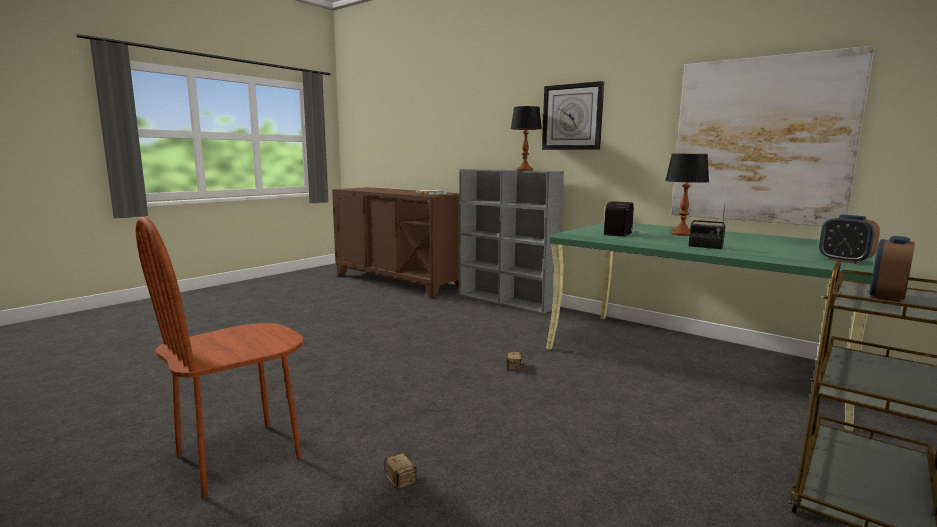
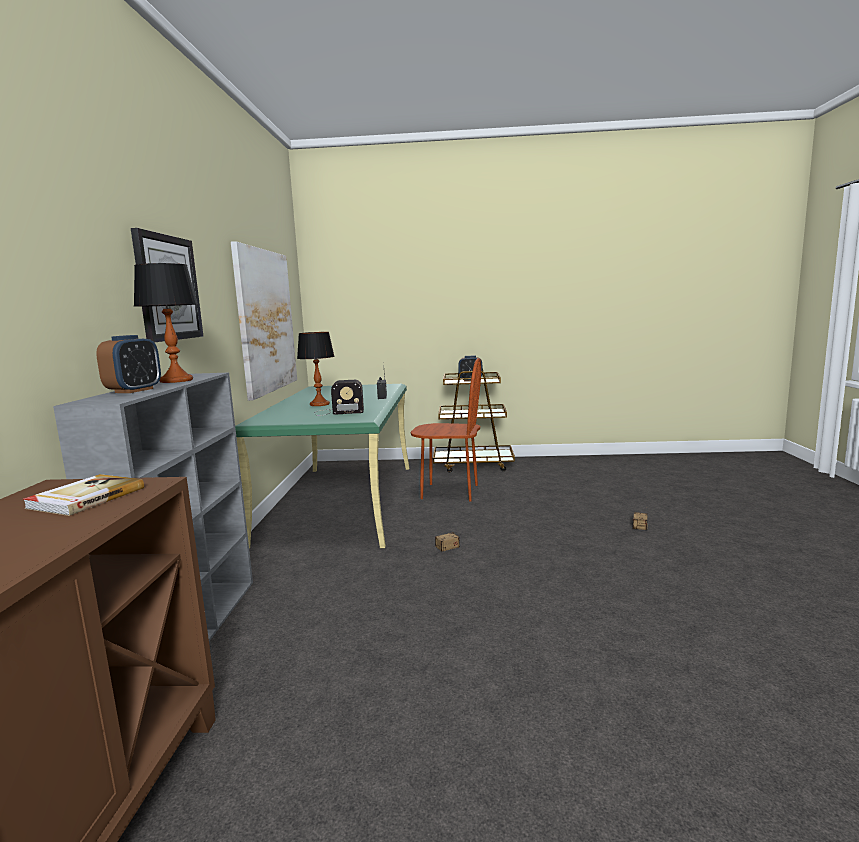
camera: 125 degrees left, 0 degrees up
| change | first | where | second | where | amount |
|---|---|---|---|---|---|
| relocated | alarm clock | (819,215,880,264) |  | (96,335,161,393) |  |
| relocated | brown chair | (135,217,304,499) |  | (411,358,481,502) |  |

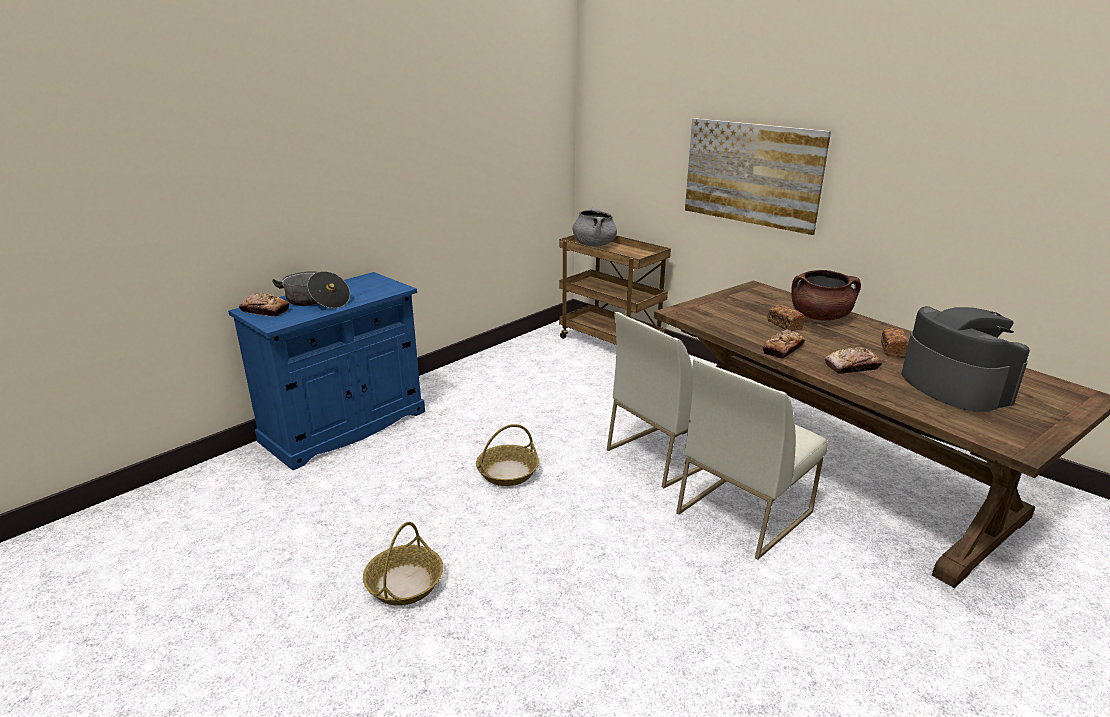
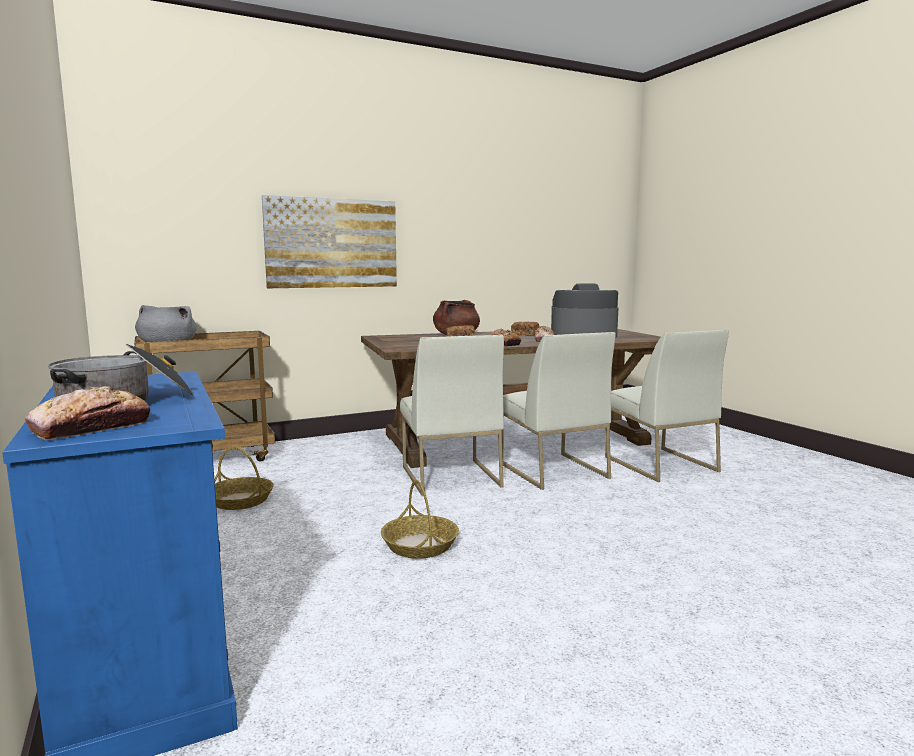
camera: 70 degrees left, 15 degrees down
| change | first | where | second | where | amount |
|---|---|---|---|---|---|
| relocated | basket | (363,522,443,606) |  | (214,446,274,510) |  |
| appeared |  |  | white chair | (605,330,729,482) |  |

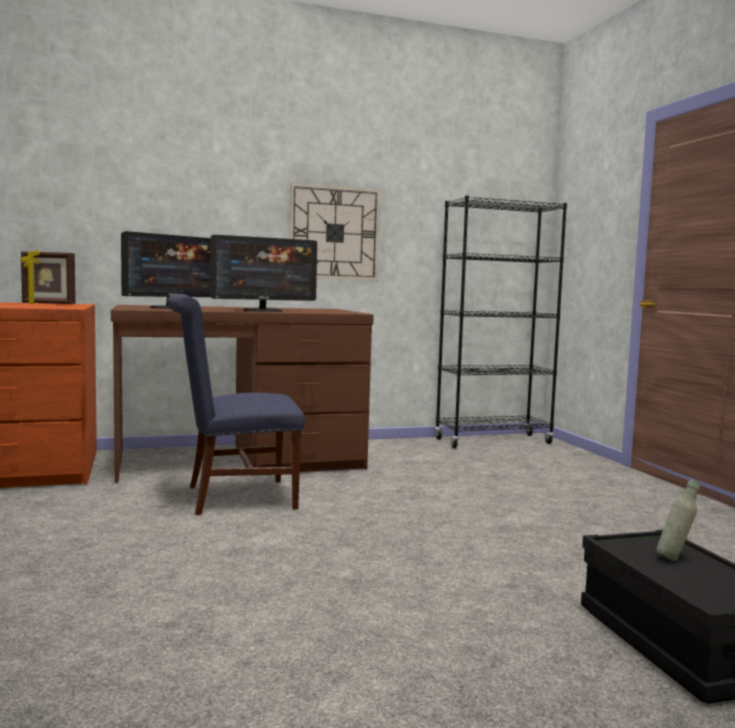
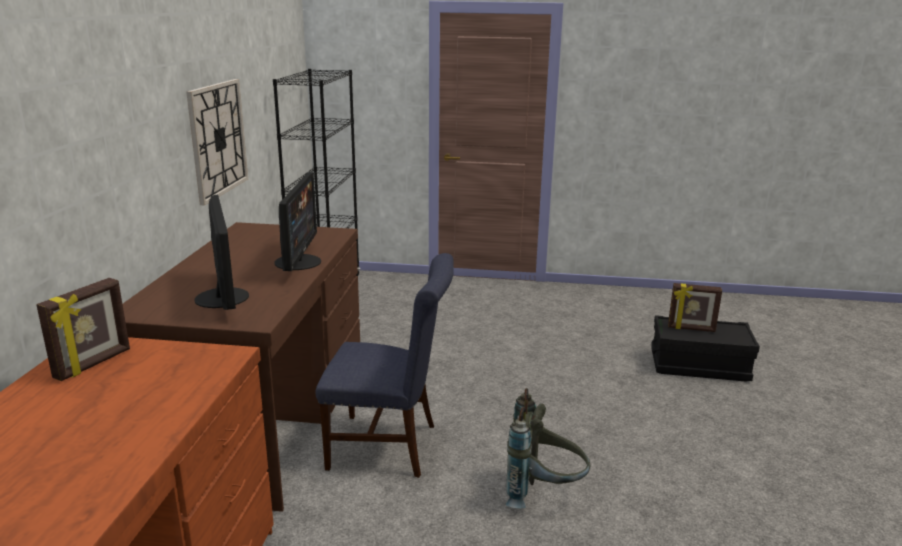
camera: 65 degrees left, 15 degrees up
| change | first | where | second | where | amount |
|---|---|---|---|---|---|
| spun | blue chair | (167,294,305,515) |  | (316,253,454,478) | 90 degrees counterclockwise |
| appeared |  |  | grey backpack | (505,388,591,508) |  |
| exchanged | grey bottle | (656,479,700,561) | picture frame | (668,283,722,332) |  |

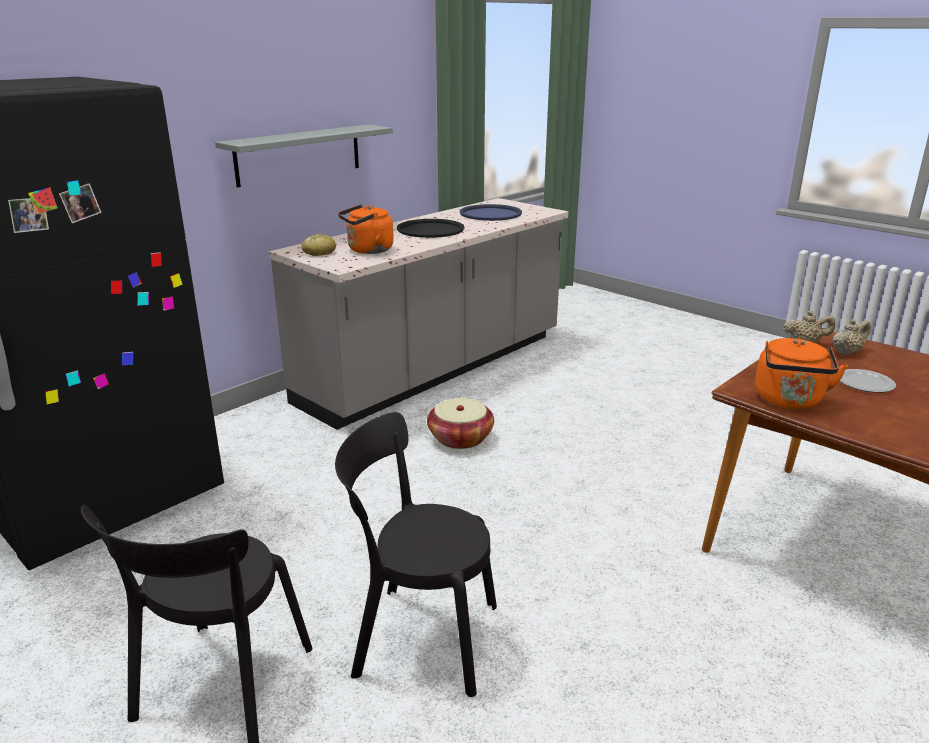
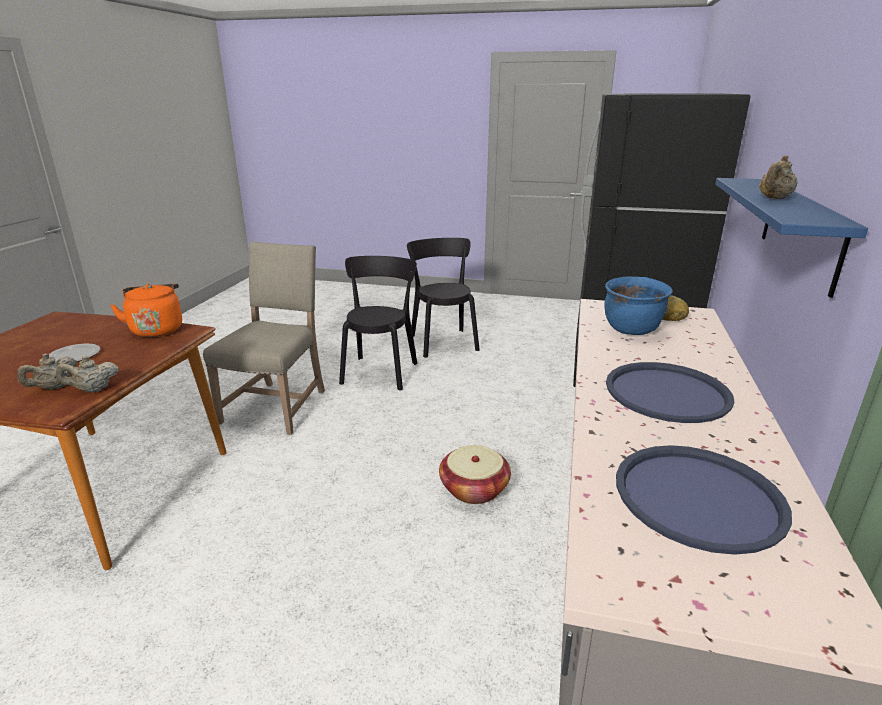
camera: 150 degrees right, 0 degrees up
| change | first | where | second | where | amount |
|---|---|---|---|---|---|
| appeared |  |  | beige chair | (203,241,325,435) |  |
| spun | black chair | (335,412,497,697) |  | (339,256,417,391) | 60 degrees counterclockwise |
| exchanged | orange kettle | (338,205,394,254) | blue cooking pot | (605,276,673,335) |  |
| colour | black tray | (397,219,464,238) | blue tray | (606,362,734,423) |  |
| colour | grey shelf | (215,125,393,188) | blue shelf | (715,178,868,298) |  |
| appeared |  |  | beige teapot | (759,155,798,199) |  |

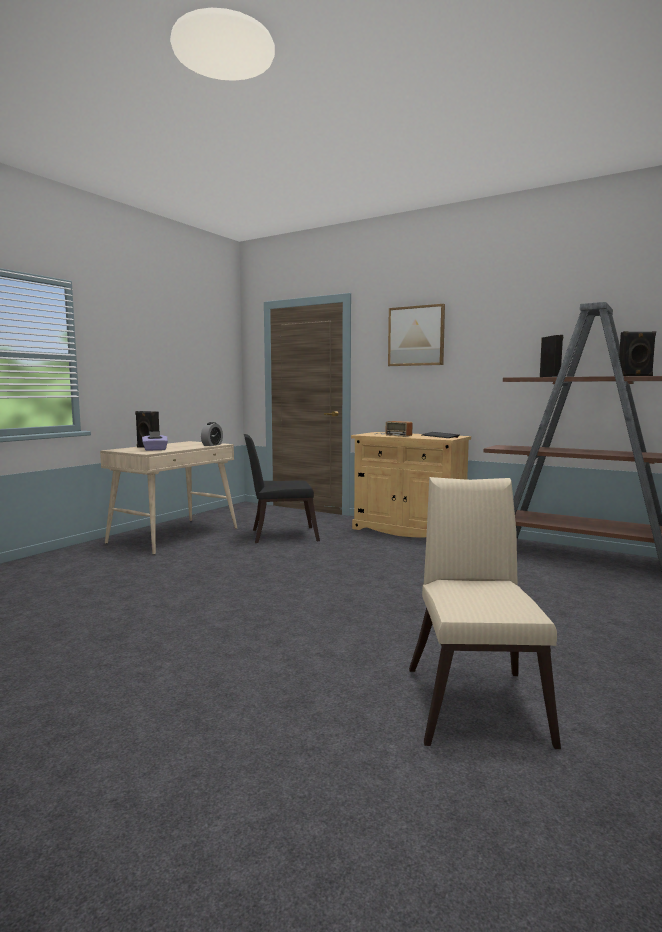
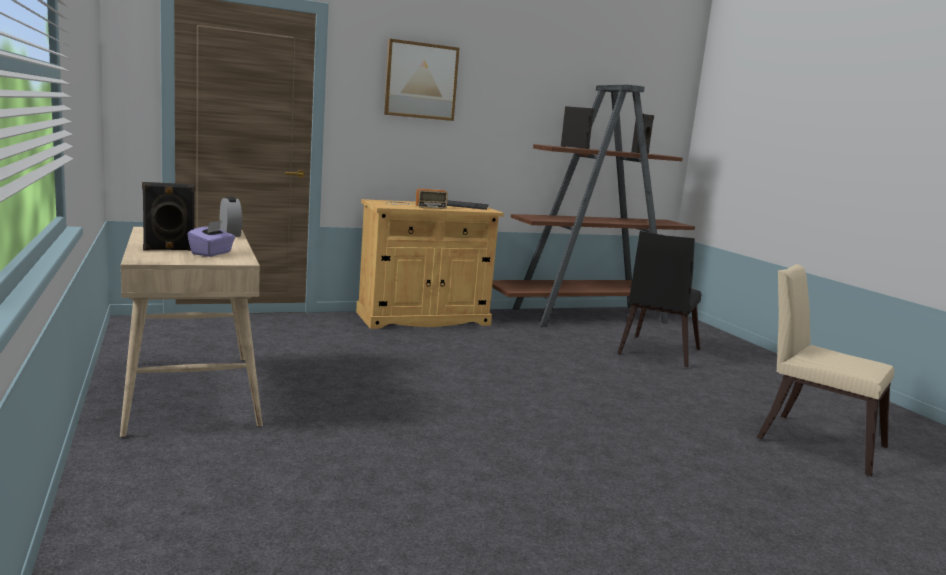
camera: 55 degrees left, 5 degrees up
| change | first | where | second | where | amount |
|---|---|---|---|---|---|
| relocated | black chair | (244,434,320,543) |  | (617,231,701,367) |  |

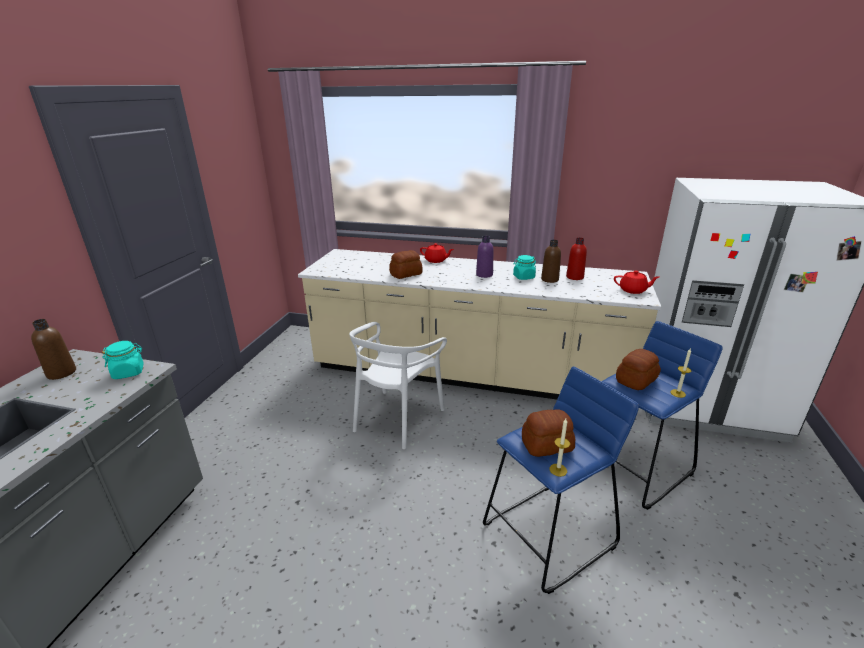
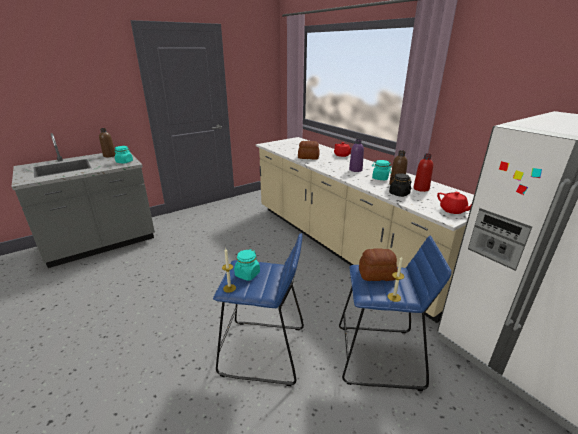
camera: 40 degrees right, 0 degrees up
| change | first | where | second | where | amount |
|---|---|---|---|---|---|
| exchanged | bread | (522,409,575,457) | turquoise jar | (234,249,260,281) |  |
| appeared |  |  | black jar | (389,173,412,197) |  |
| missing | white chair | (349,322,447,449) |  |  |  |

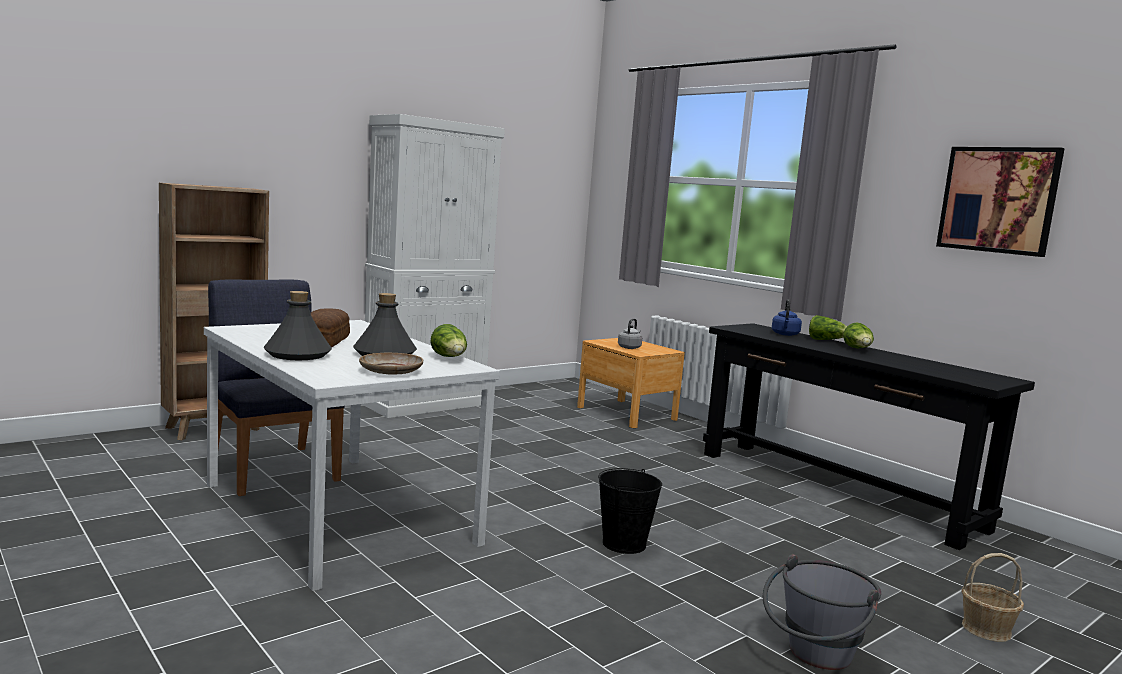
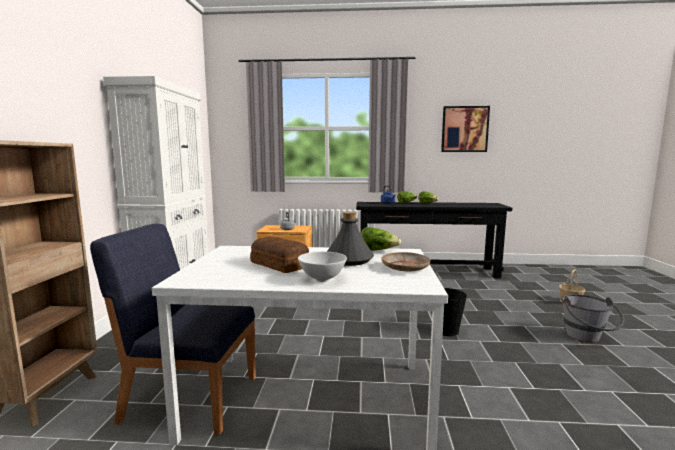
camera: 45 degrees left, 0 degrees up
| change | first | where | second | where | amount |
|---|---|---|---|---|---|
| exchanged | grey bottle | (263,291,332,360) | white bowl | (298,252,347,282) |  |

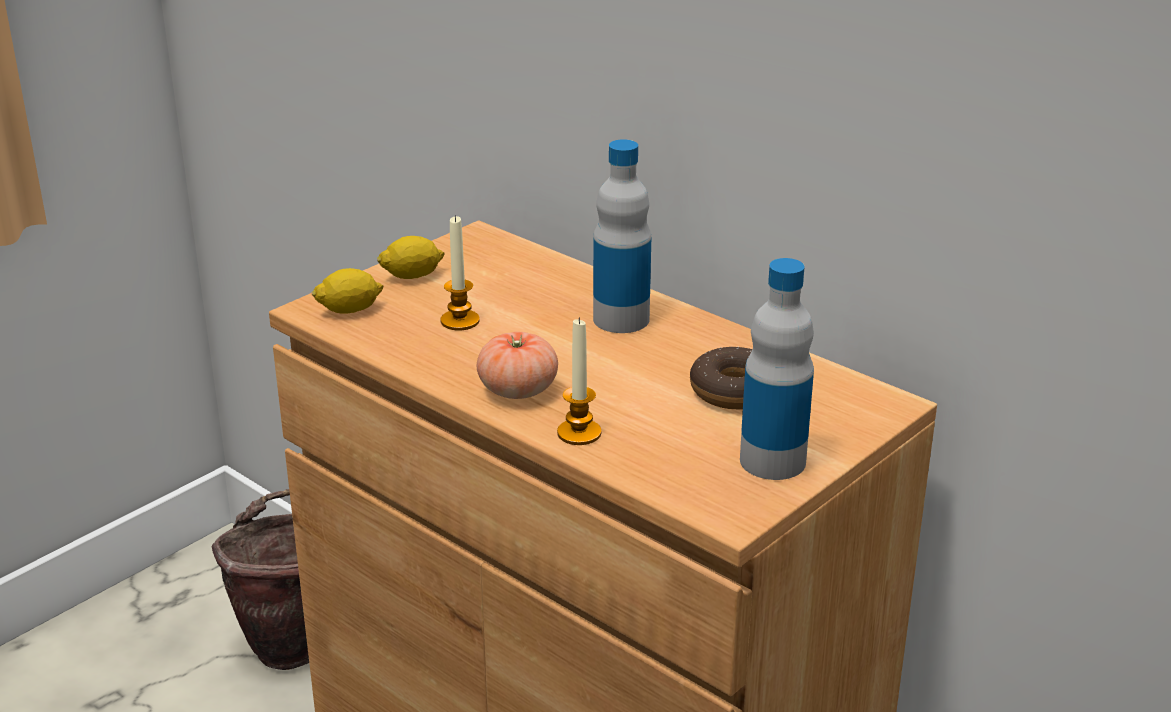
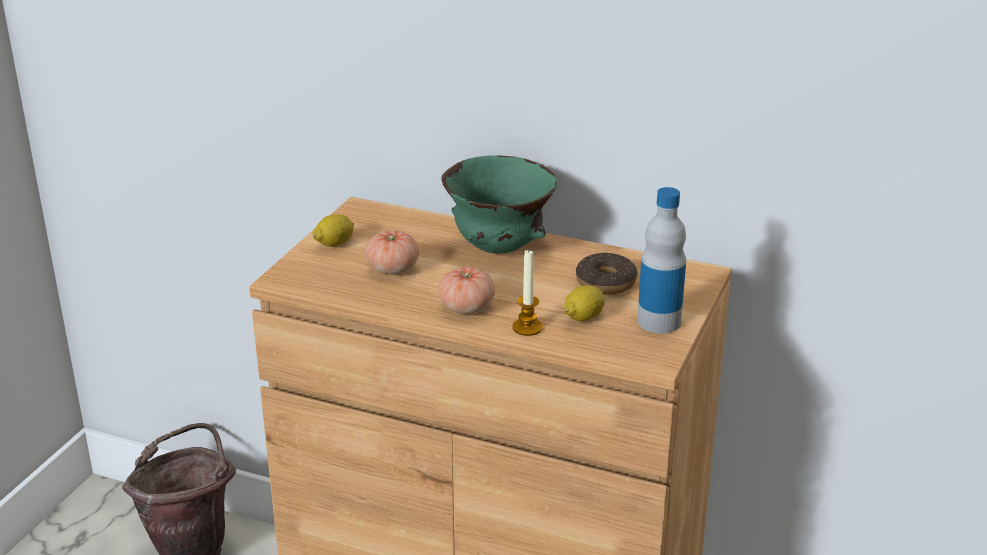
camera: 20 degrees left, 0 degrees up
| change | first | where | second | where | amount |
|---|---|---|---|---|---|
| exchanged | candle | (441,215,480,331) | tomato | (365,230,419,275) |  |
| exchanged | bottle | (593,139,651,333) | green bowl | (442,155,557,254) |  |
| relocated | lemon | (312,268,384,314) |  | (564,285,605,322) |  |

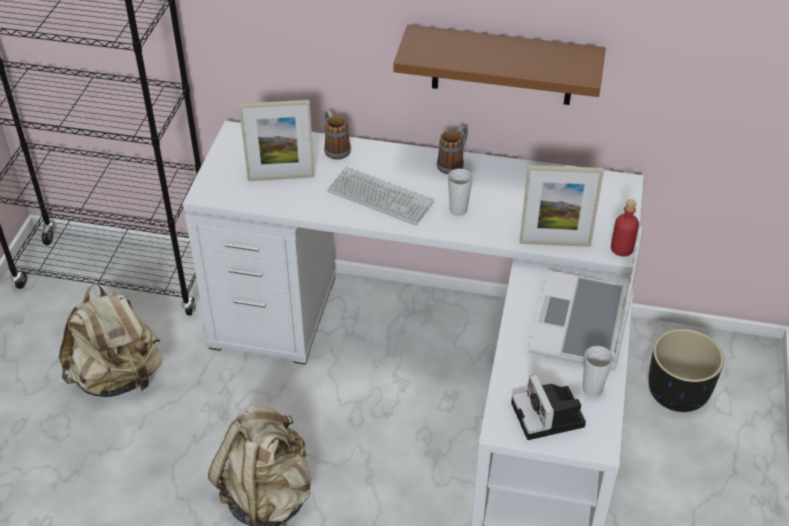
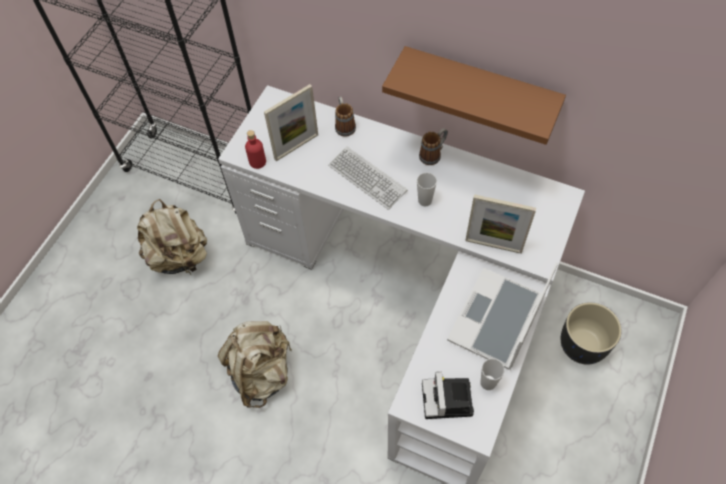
camera: 15 degrees right, 15 degrees up
| change | first | where | second | where | amount |
|---|---|---|---|---|---|
| relocated | red bottle | (611,199,639,257) |  | (245,130,266,169) |  |
| spun | picture frame | (239,100,315,181) |  | (264,84,318,161) | 45 degrees counterclockwise |

